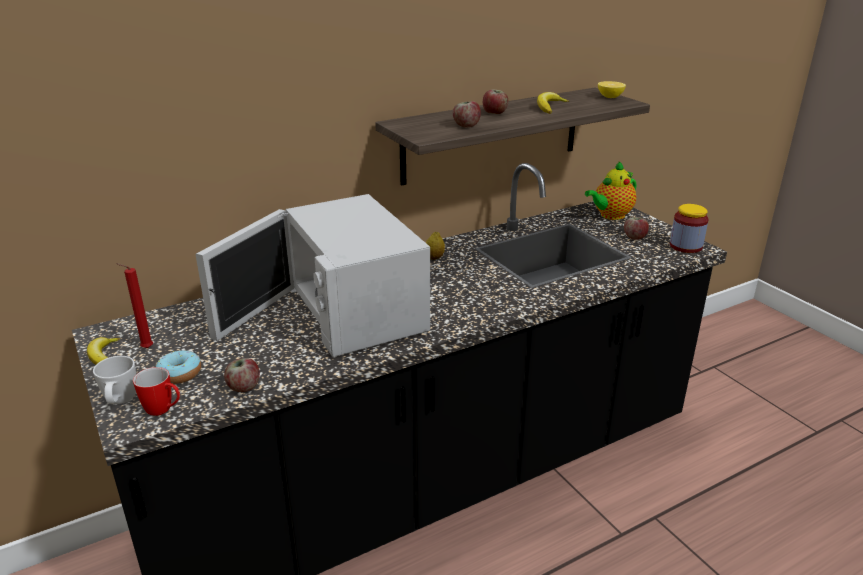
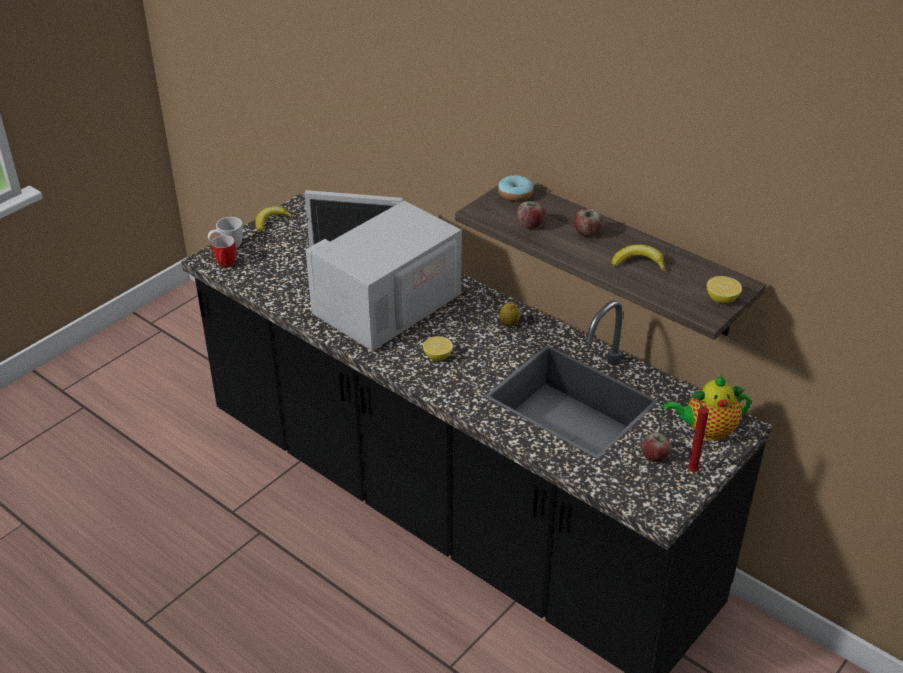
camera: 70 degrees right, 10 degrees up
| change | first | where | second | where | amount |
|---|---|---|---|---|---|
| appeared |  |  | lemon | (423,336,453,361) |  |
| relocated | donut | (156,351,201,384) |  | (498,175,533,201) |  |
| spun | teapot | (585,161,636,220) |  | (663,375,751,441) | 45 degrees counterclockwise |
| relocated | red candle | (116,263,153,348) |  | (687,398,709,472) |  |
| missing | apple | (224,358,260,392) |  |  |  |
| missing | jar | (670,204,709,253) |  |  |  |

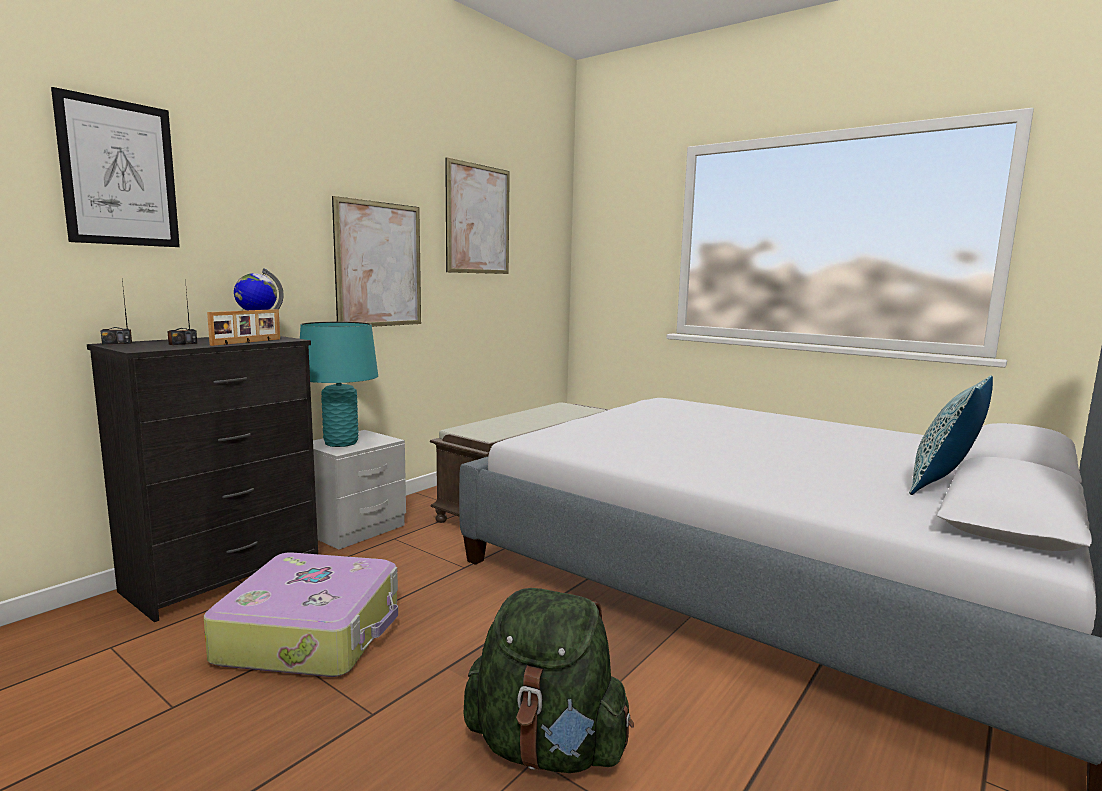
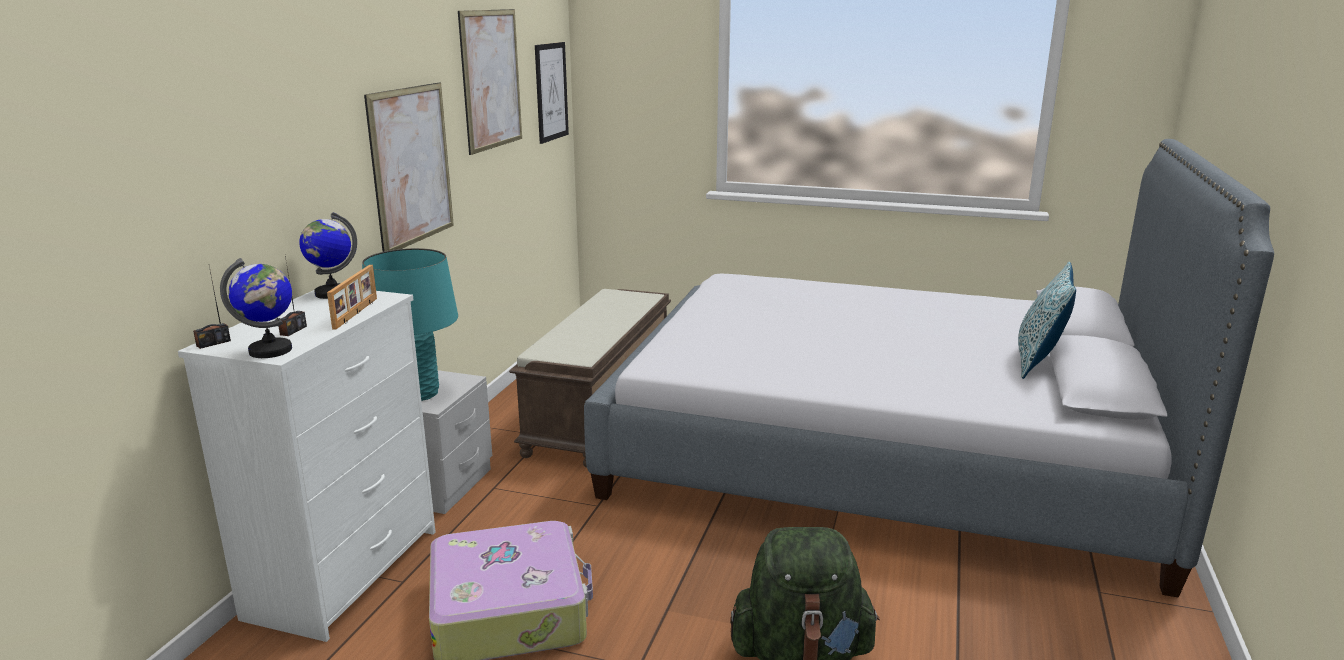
camera: 20 degrees left, 10 degrees up
| change | first | where | second | where | amount |
|---|---|---|---|---|---|
| colour | black dresser | (87,336,318,622) | white dresser | (178,290,436,642) |  |
| appeared |  |  | globe | (220,258,292,358) |  |
| relocated | picture | (51,87,180,247) |  | (535,42,569,144) |  |

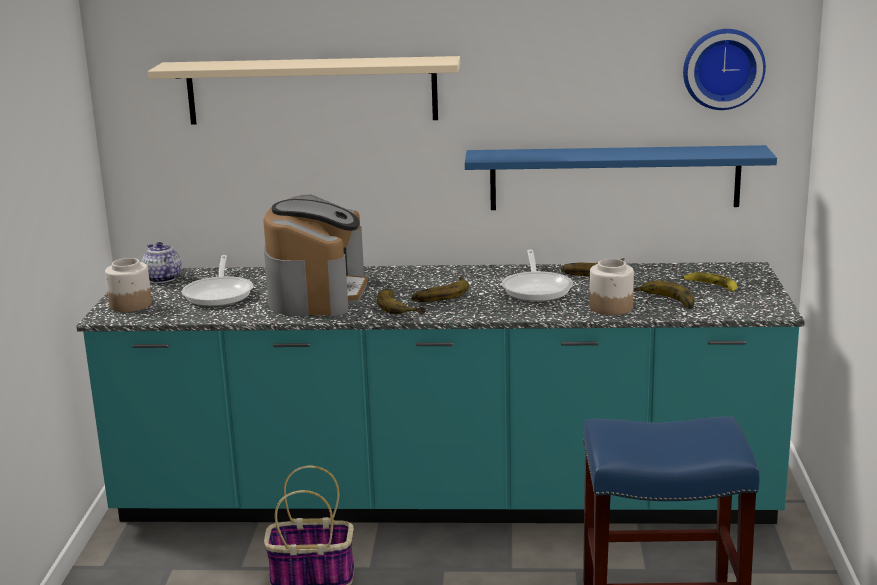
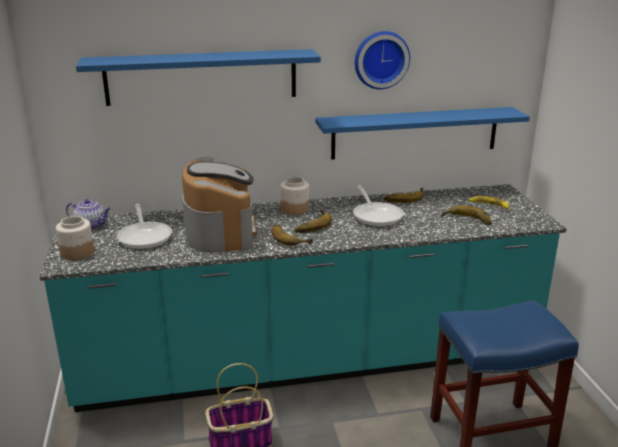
camera: 15 degrees left, 5 degrees up
| change | first | where | second | where | amount |
|---|---|---|---|---|---|
| spun | teapot | (141,242,182,283) |  | (66,199,111,230) | 150 degrees clockwise |
| colour | beige shelf | (147,56,460,125) | blue shelf | (76,49,321,106) |  |
| relocated | jar | (589,259,634,315) |  | (280,177,309,215) |  |
| relocated | wall clock | (683,29,766,110) |  | (355,31,410,89) |  |

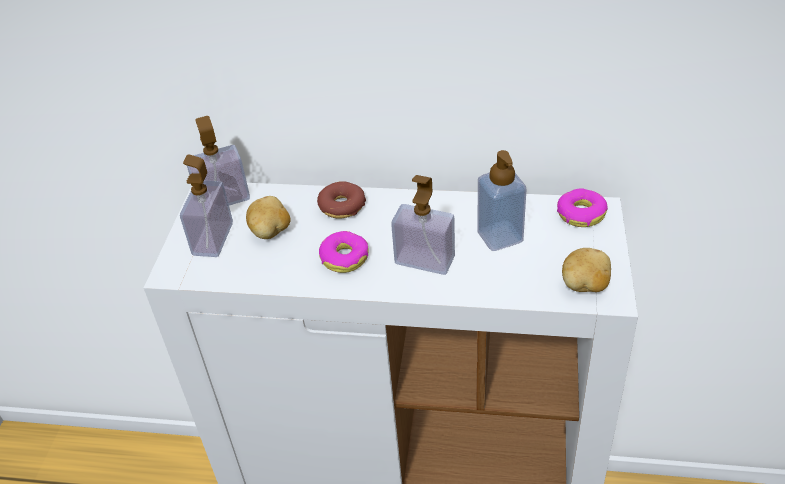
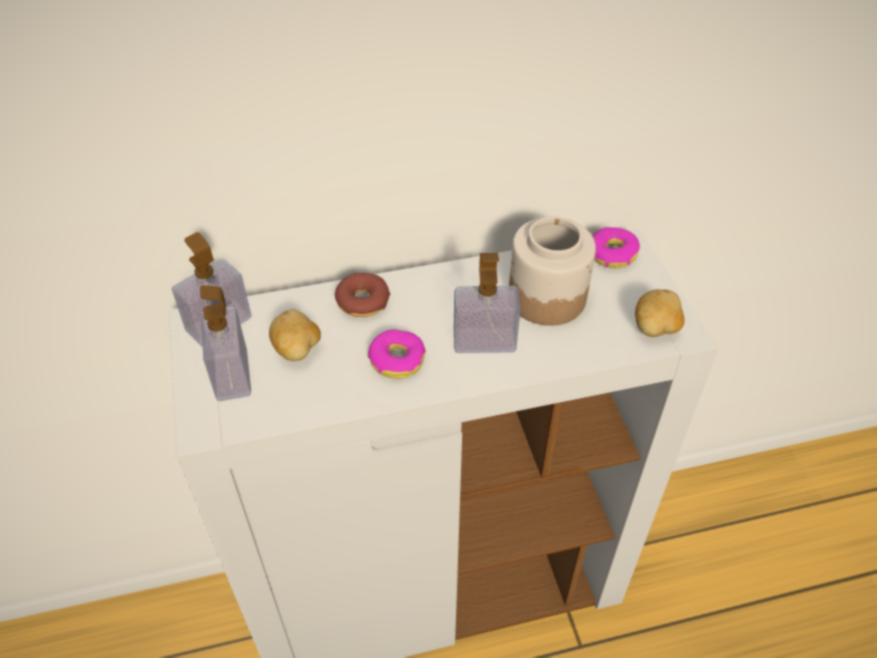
camera: 25 degrees left, 5 degrees up
| change | first | where | second | where | amount |
|---|---|---|---|---|---|
| exchanged | soap dispenser | (477,150,526,251) | jar | (509,217,596,326) |  |

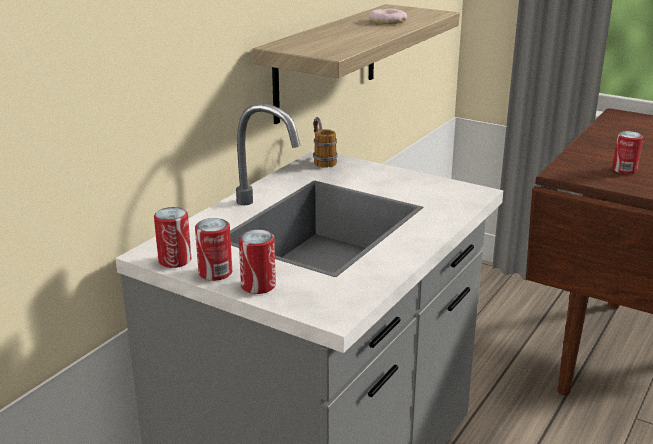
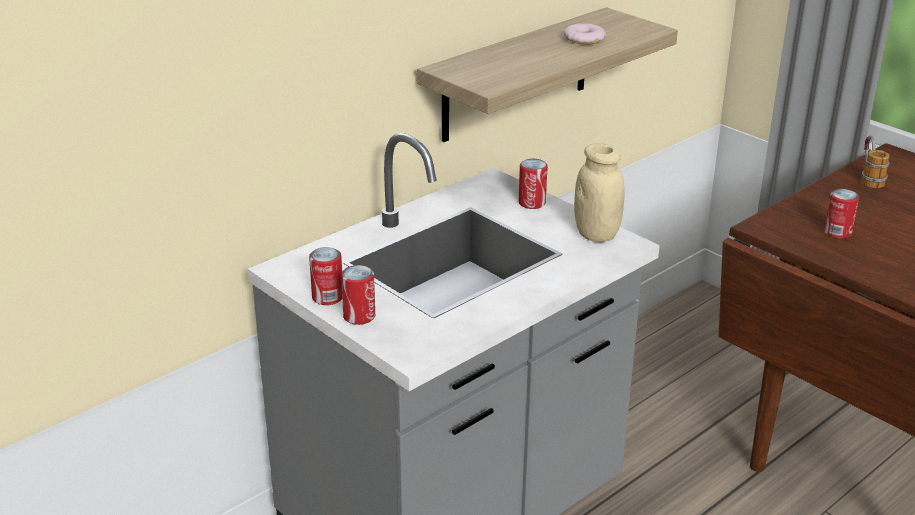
camera: 15 degrees right, 5 degrees up
| change | first | where | second | where | amount |
|---|---|---|---|---|---|
| relocated | can | (154,207,191,268) |  | (519,159,548,209) |  |
| appeared |  |  | beige jar | (574,143,624,242) |  |
| relocated | mug | (313,117,338,168) |  | (861,136,890,188) |  |

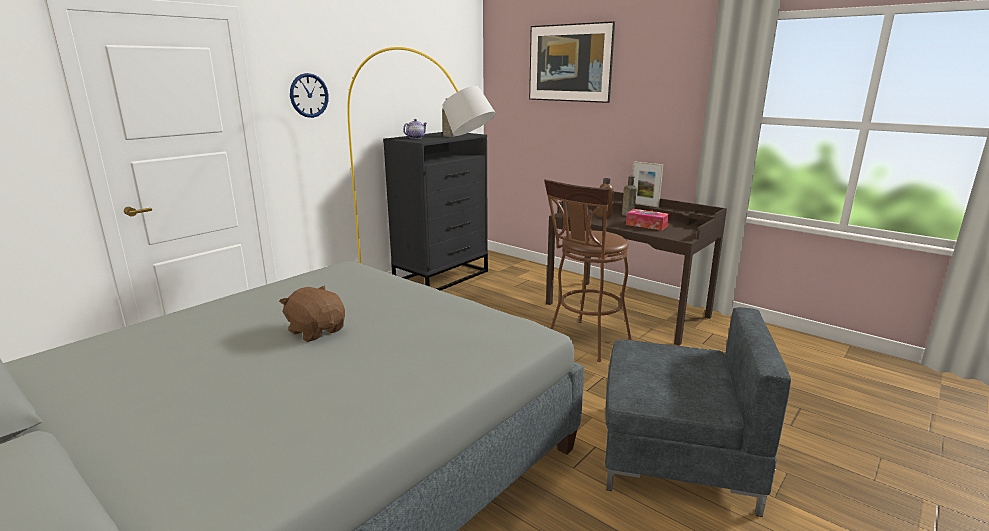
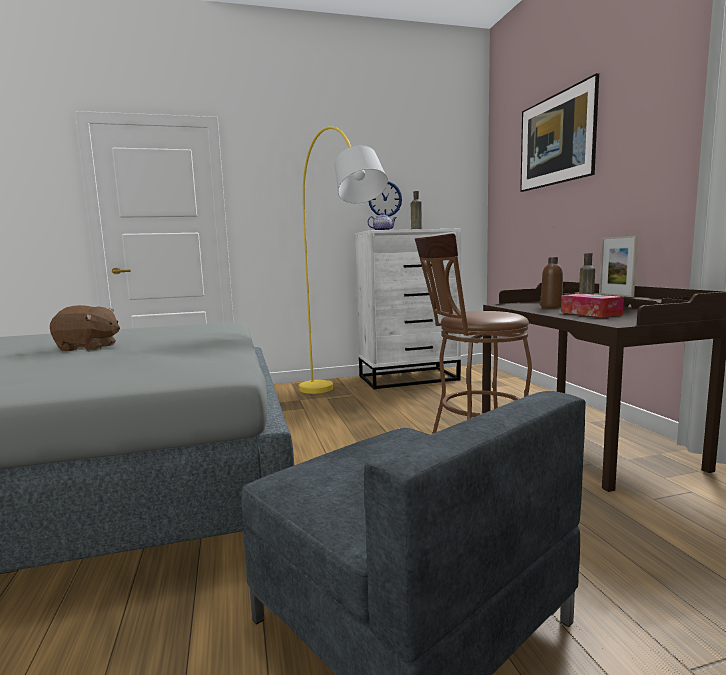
camera: 35 degrees right, 10 degrees down
| change | first | where | second | where | amount |
|---|---|---|---|---|---|
| spun | brown plush toy | (279,285,345,342) |  | (50,305,120,351) | 105 degrees clockwise |
| colour | black dresser | (383,132,488,291) | white dresser | (355,229,461,389) |  |
| relocated | wall clock | (290,73,329,118) |  | (368,181,402,217) |  |

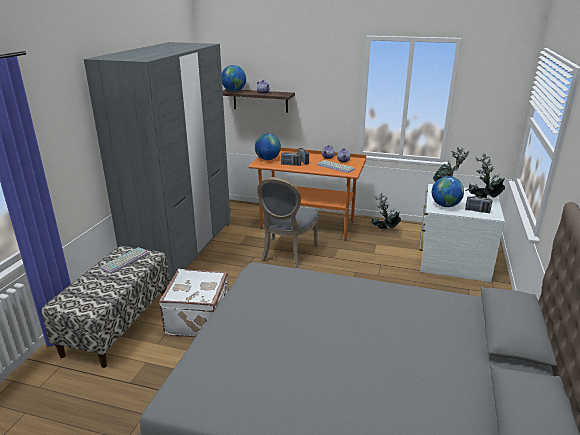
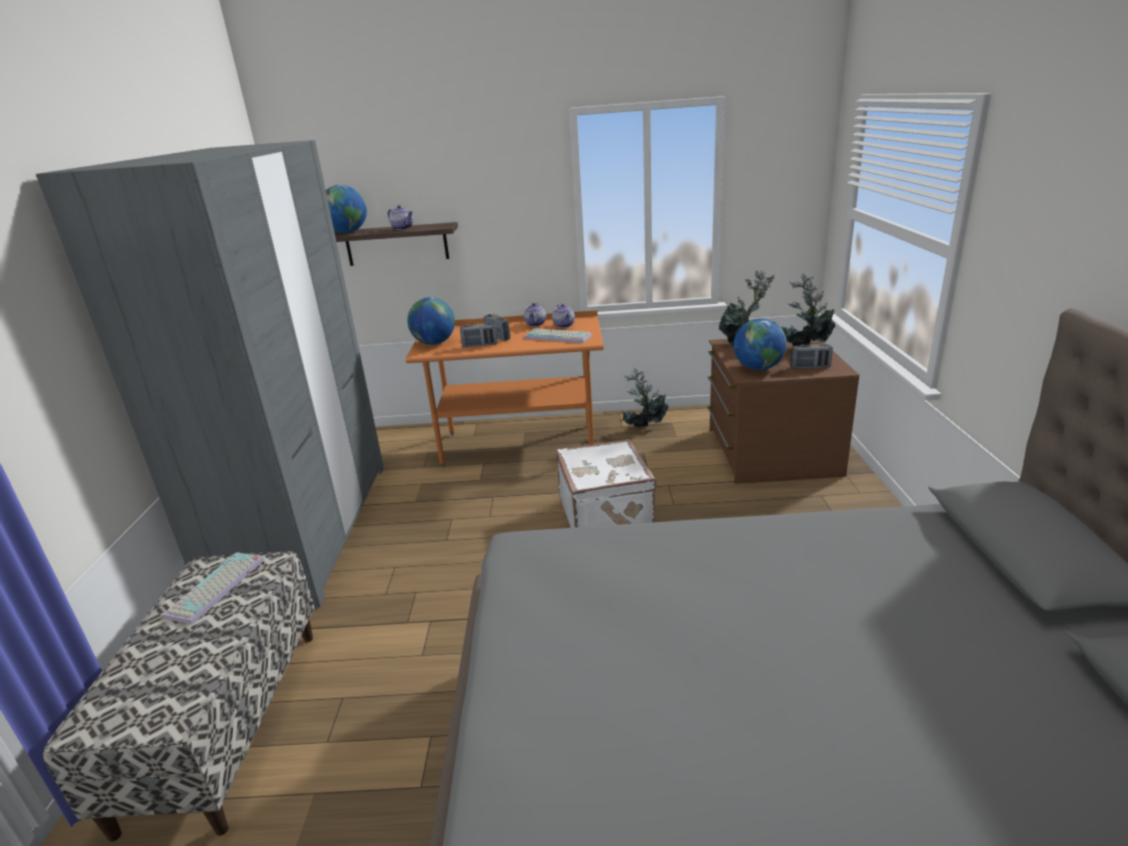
camera: 15 degrees left, 0 degrees up
| change | first | where | second | where | amount |
|---|---|---|---|---|---|
| relocated | white suitcase | (159,269,229,337) |  | (556,439,657,528) |  |
| colour | white dresser | (419,184,505,282) | brown dresser | (707,338,860,484) |  |
| missing | grey chair | (257,177,319,268) |  |  |  |

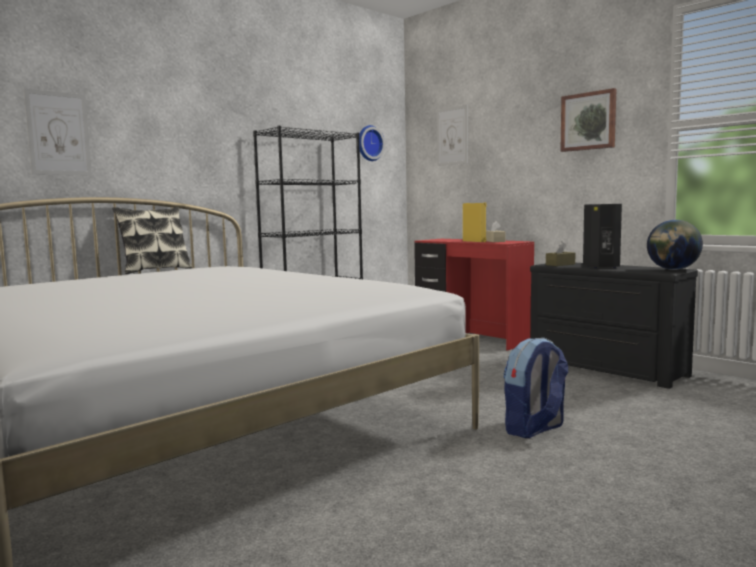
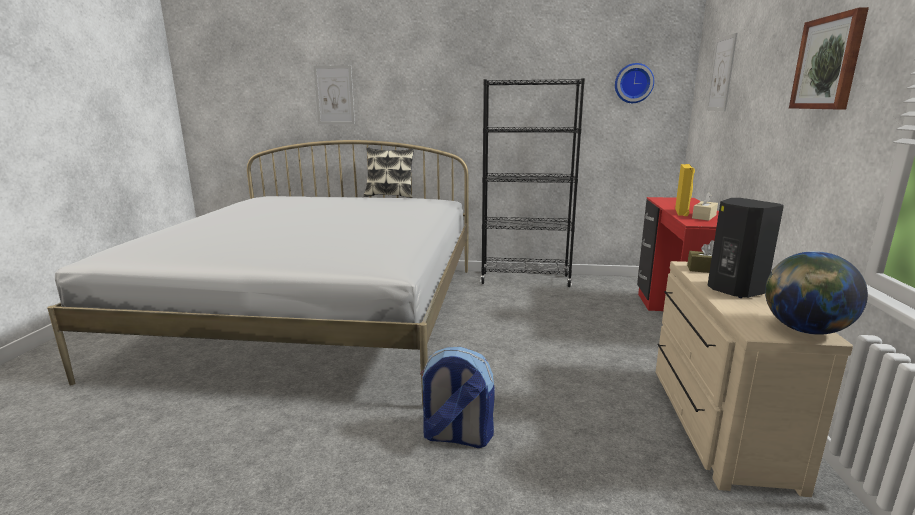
camera: 50 degrees right, 10 degrees up
| change | first | where | second | where | amount |
|---|---|---|---|---|---|
| colour | black dresser | (530,263,698,389) | beige dresser | (656,261,853,497) |  |

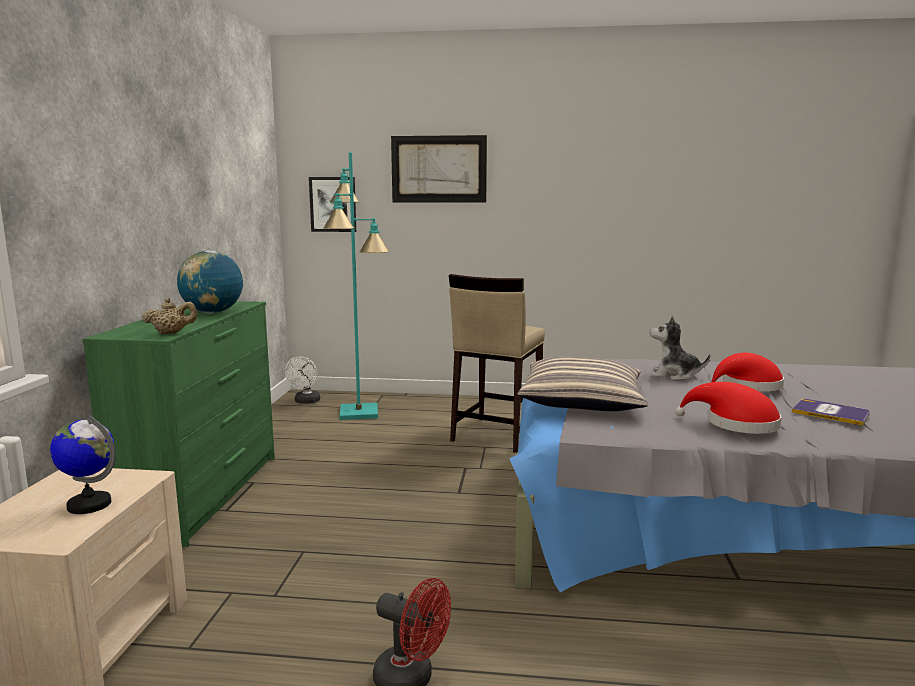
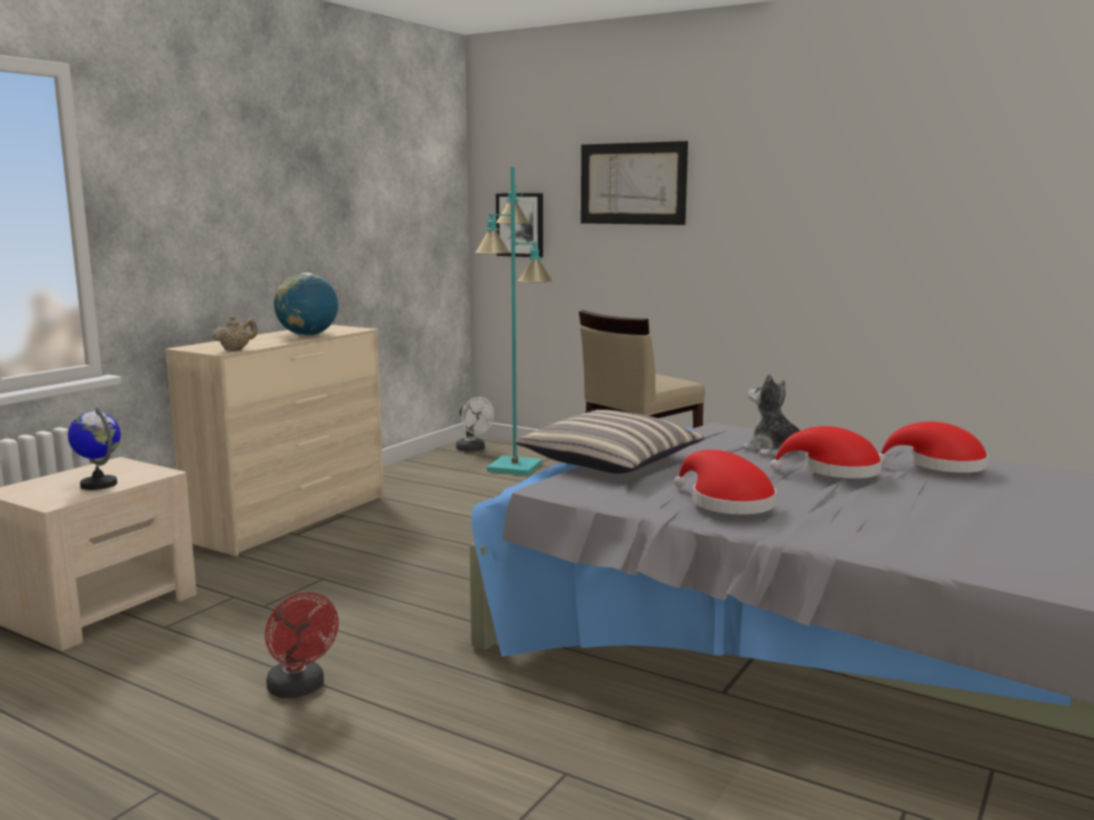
camera: 25 degrees right, 0 degrees up
| change | first | where | second | where | amount |
|---|---|---|---|---|---|
| colour | green dresser | (82,301,275,547) | beige dresser | (165,325,384,556) |  |
| spun | beige teapot | (142,298,197,334) |  | (212,316,257,351) | 60 degrees counterclockwise |
| spun | white fan | (285,356,320,404) |  | (456,397,494,452) | 75 degrees counterclockwise |
| appeared |  |  | red hat | (879,422,988,473) |  |
| missing | book | (792,399,870,426) |  |  |  |

